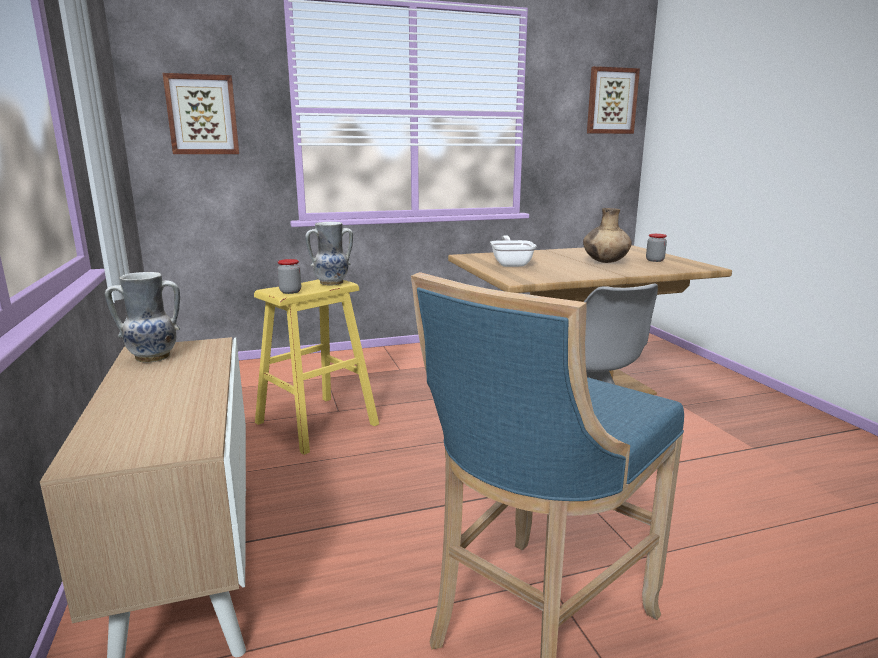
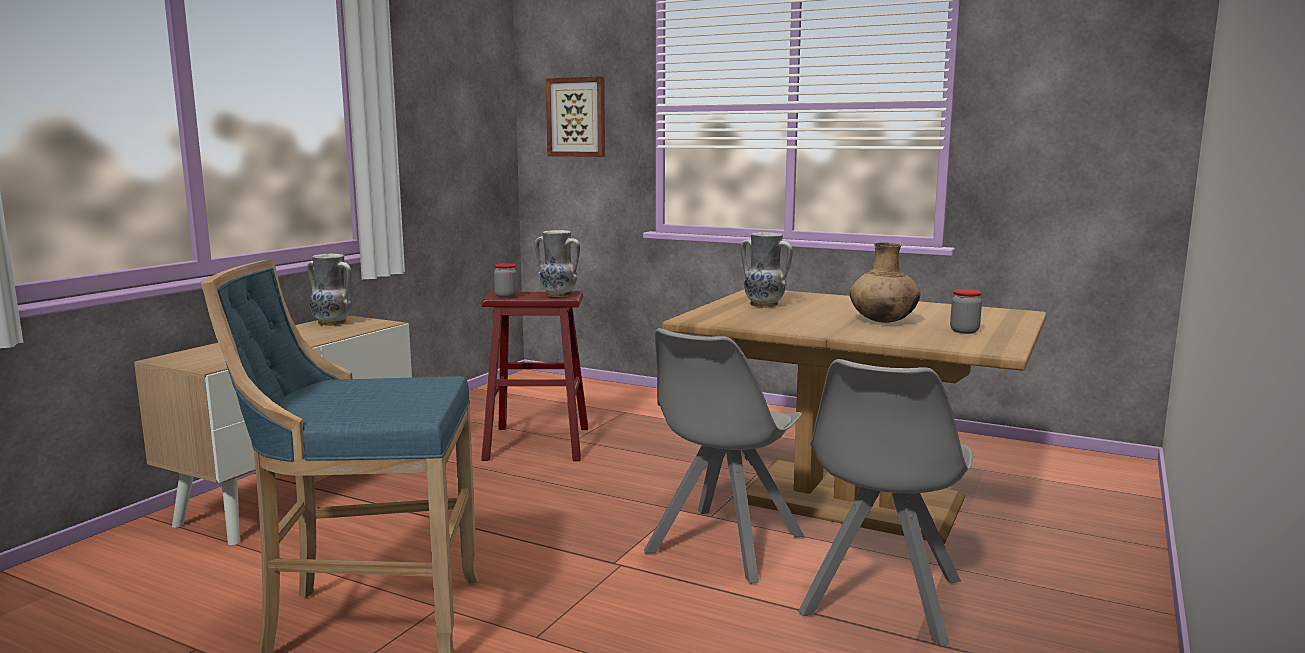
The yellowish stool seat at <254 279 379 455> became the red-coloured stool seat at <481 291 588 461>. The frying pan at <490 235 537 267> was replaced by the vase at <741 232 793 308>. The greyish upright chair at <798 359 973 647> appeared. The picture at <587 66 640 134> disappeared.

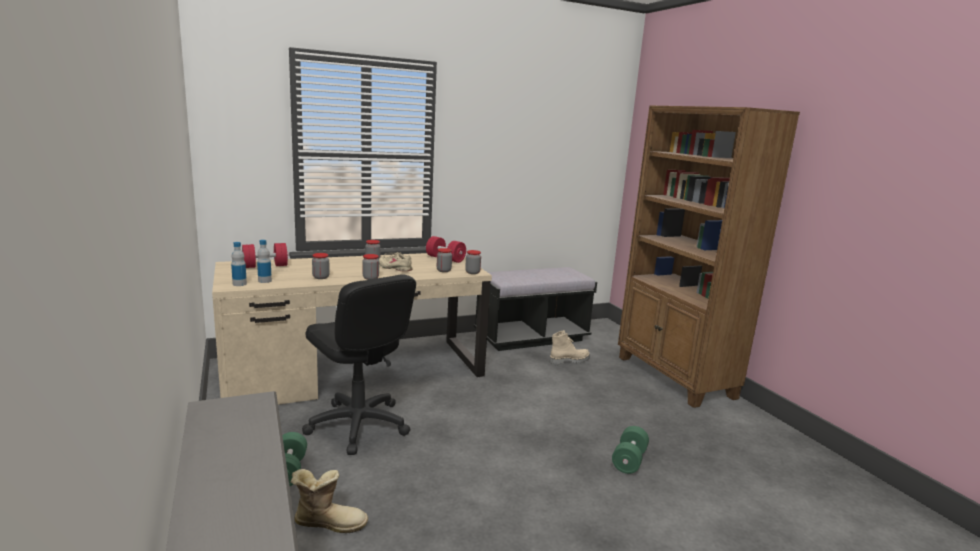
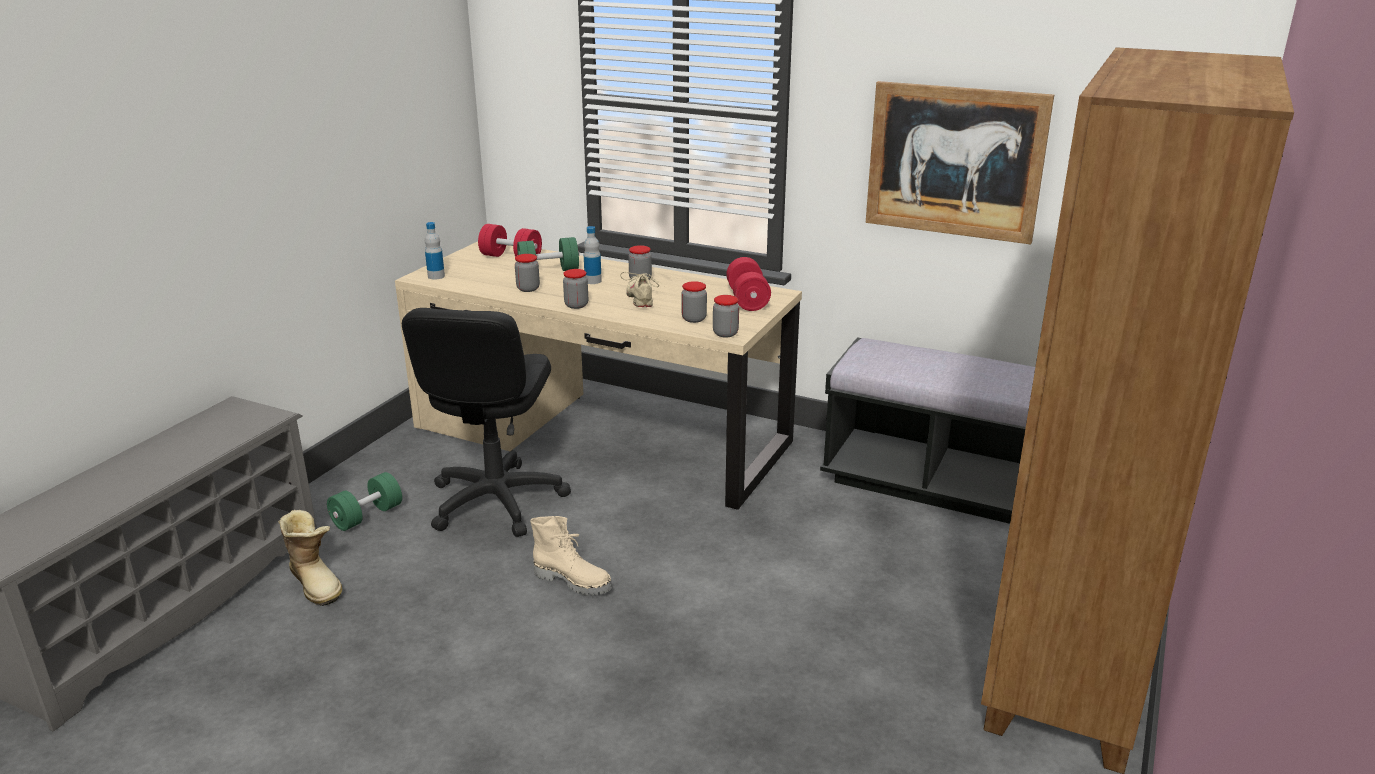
The green free weight moved from <612 426 649 474> to <517 237 579 271>. The beige high-top boot moved from <550 330 590 365> to <530 516 613 596>. The beverage bottle moved from <257 240 272 283> to <584 226 602 284>. The picture at <866 81 1054 244> appeared.

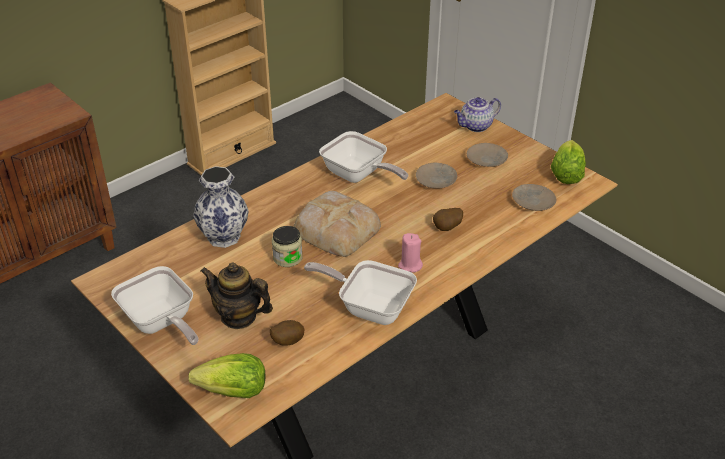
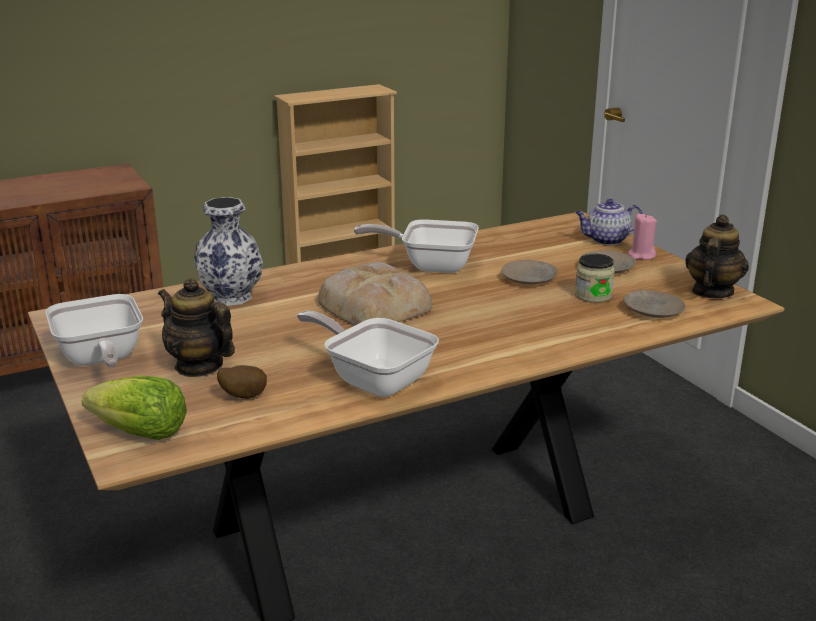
The frying pan at <319 131 408 183> turned 135 degrees clockwise. The storage jar moved from <272 226 303 267> to <575 254 615 303>. The pink wax candle moved from <398 233 423 273> to <628 213 657 260>. The lettuce head at <551 140 586 184> was replaced by the tea pot at <685 214 749 298>. The spud at <433 208 463 231> disappeared.

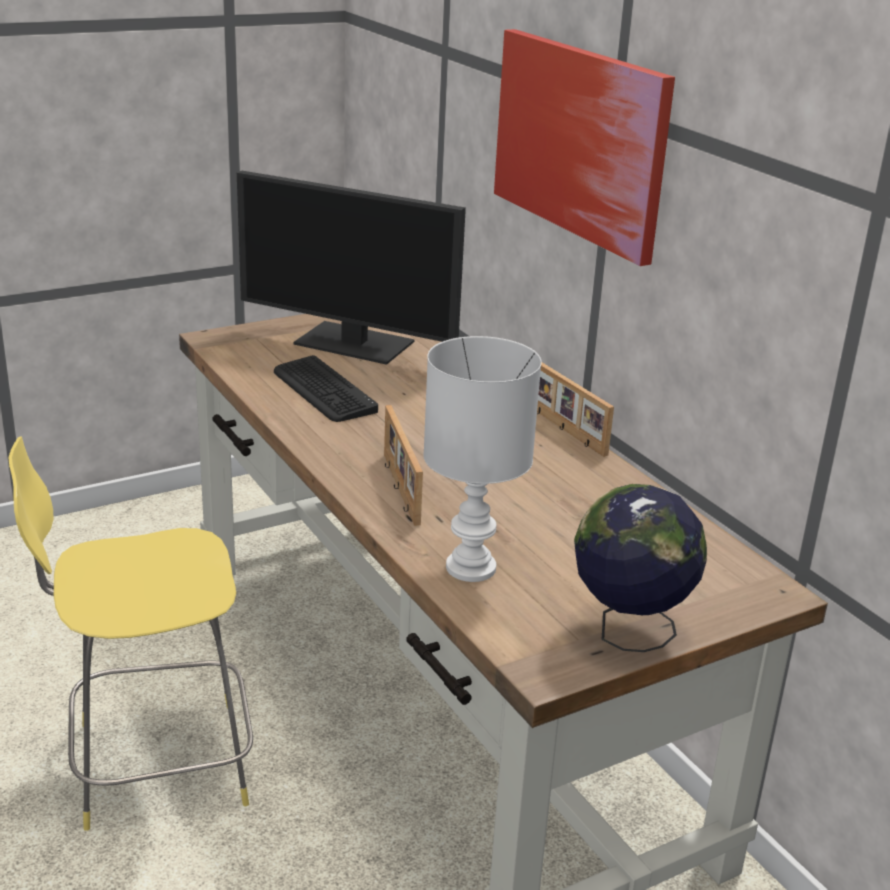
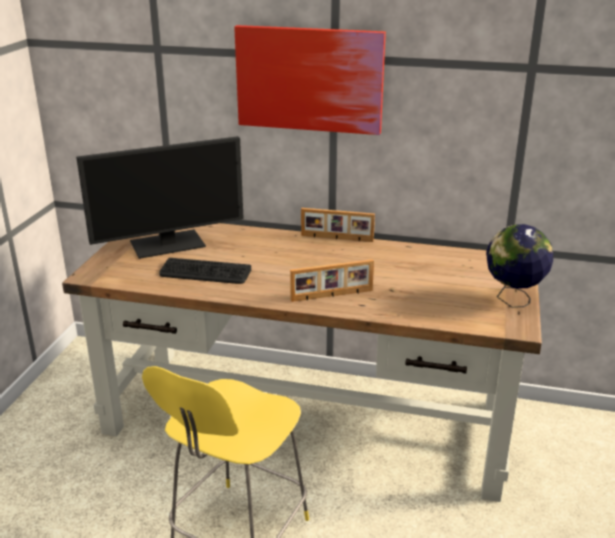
The photo frame at <384 405 423 526> turned 45 degrees counterclockwise. The whitish lamp for a table at <423 336 542 582> disappeared.

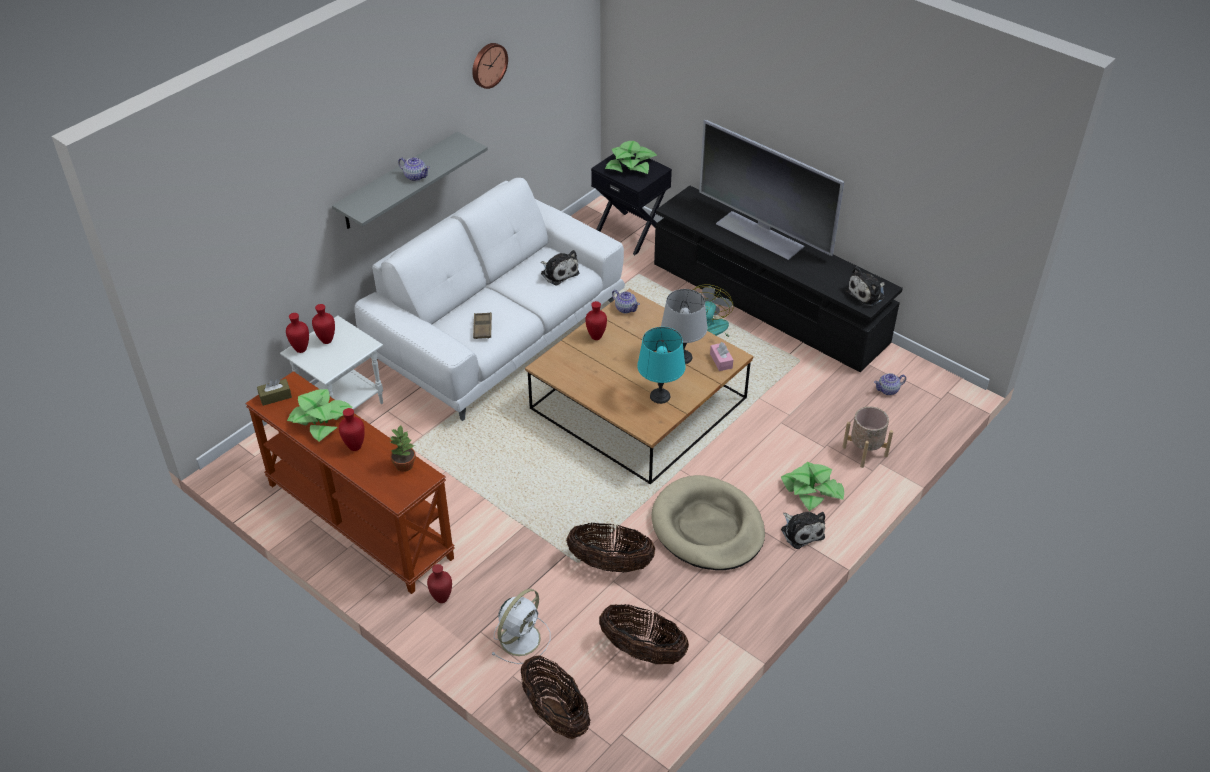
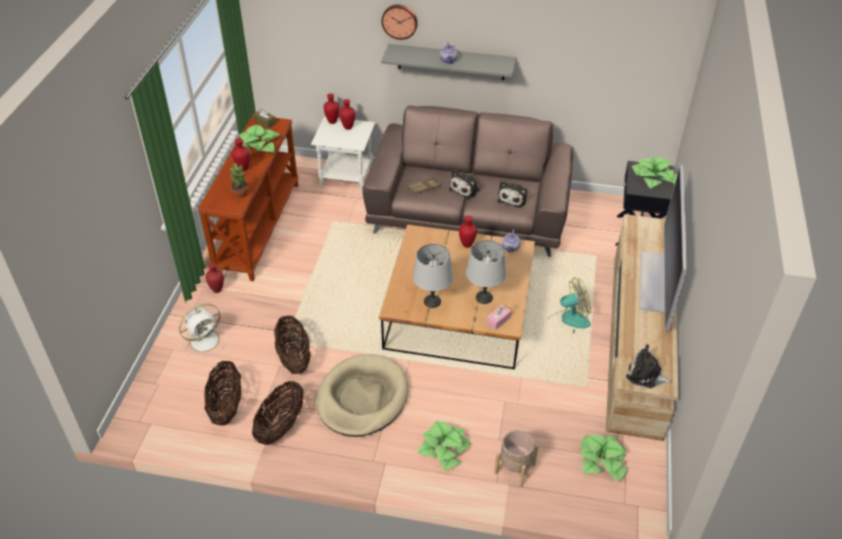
The whitish electric fan at <491 589 550 664> turned 45 degrees counterclockwise. The household basket moved from <521 655 590 739> to <252 381 303 445>. The whitish settee at <355 178 625 421> became the brown settee at <363 105 573 257>. The clock on the wall moved from <472 43 508 89> to <381 5 418 40>. The turquoise lamp for a table at <637 327 686 404> became the greyish lamp for a table at <413 244 453 308>. The soft toy moved from <781 512 825 549> to <449 170 480 199>. The tea pot at <874 373 906 395> was replaced by the potted plant at <580 435 628 482>. The blackish media console at <654 186 903 372> became the beige media console at <606 214 678 441>.

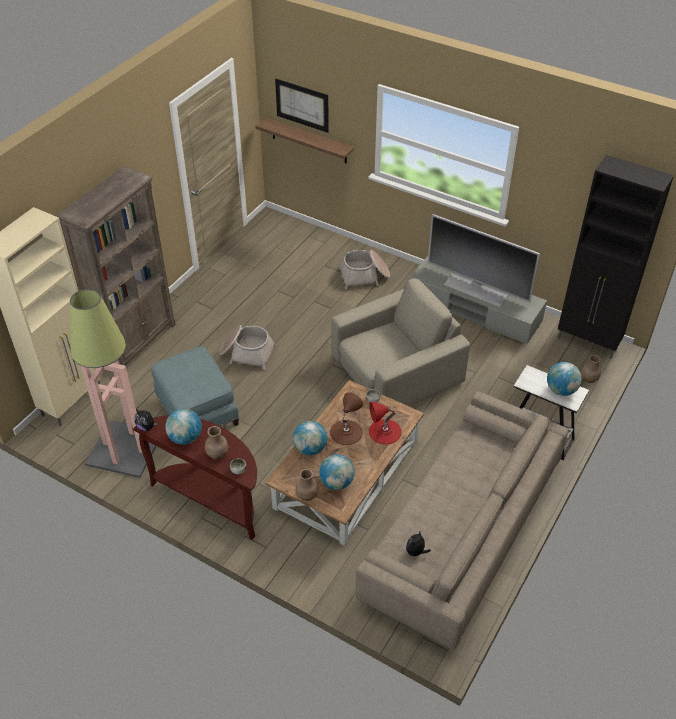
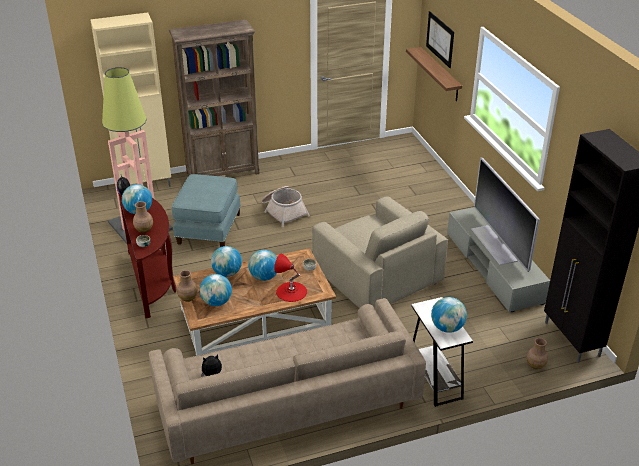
The brown lamp for a table at <330 392 363 445> was replaced by the world globe at <248 250 277 281>. The beige easy chair at <331 279 470 406> turned 45 degrees clockwise. The household basket at <339 250 390 289> disappeared.

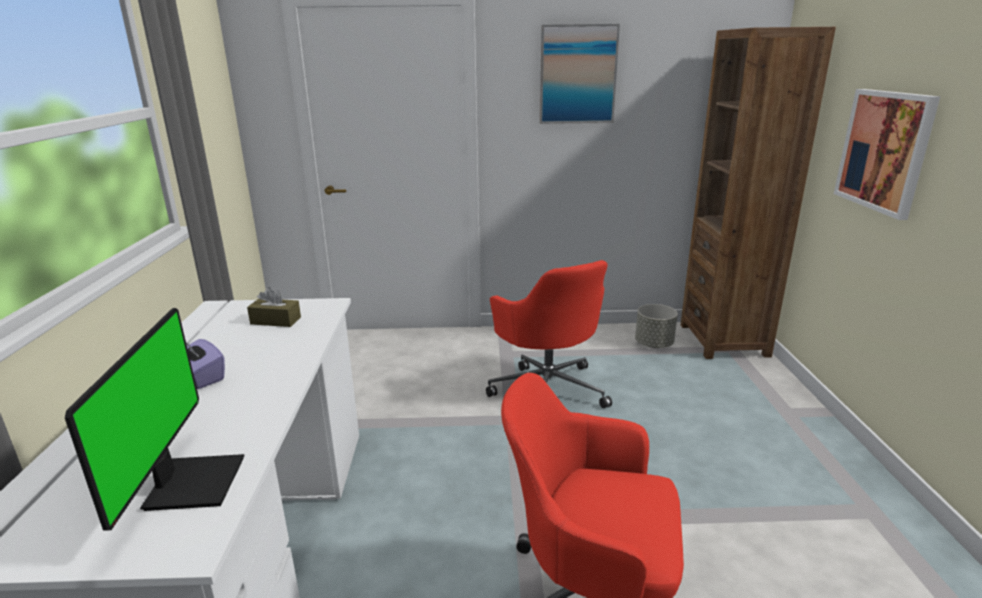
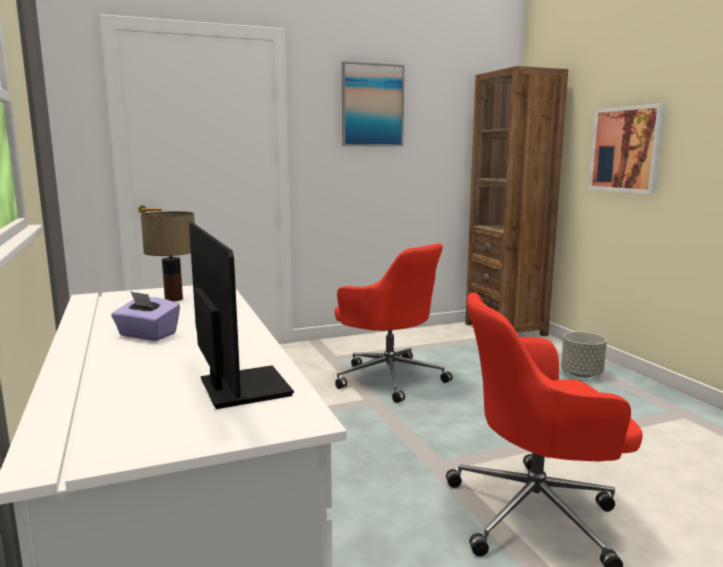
The brown tissue box at <247 287 301 327> was replaced by the lamp for a table at <141 211 195 302>. The greyish flower pot moved from <635 304 678 348> to <561 332 607 377>.

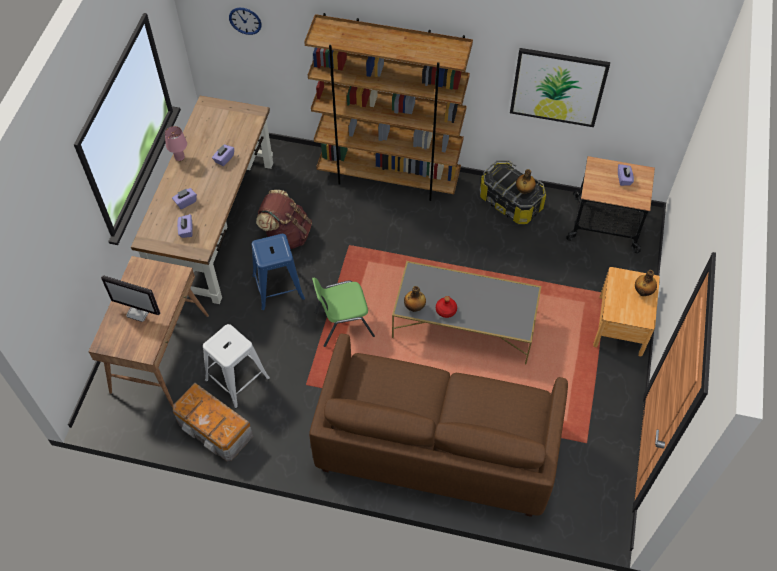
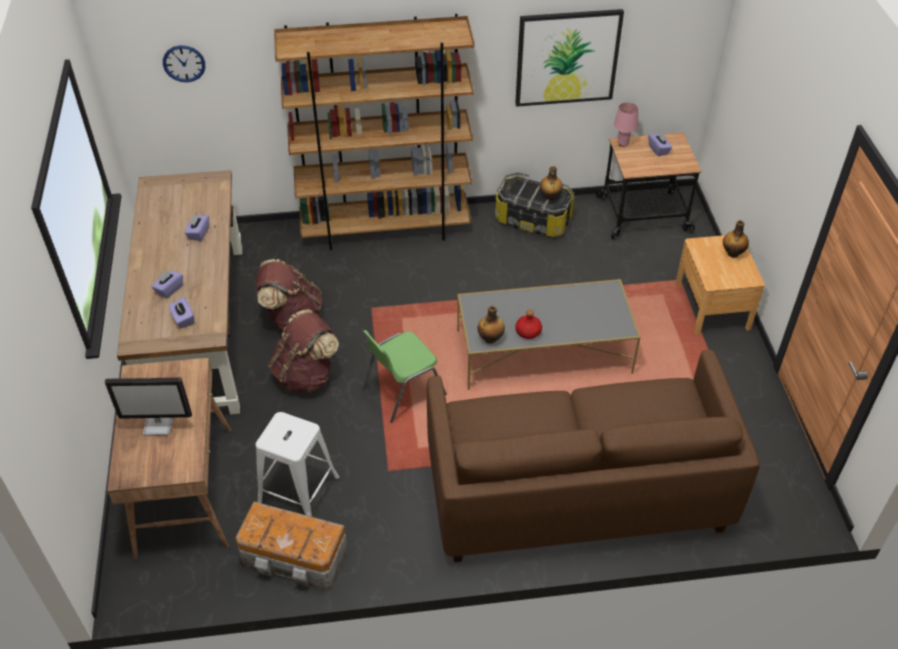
The bluish stool seat at <252 234 305 311> was replaced by the brown rucksack at <268 309 339 393>. The pink lamp for a table moved from <165 126 187 161> to <614 103 638 147>.

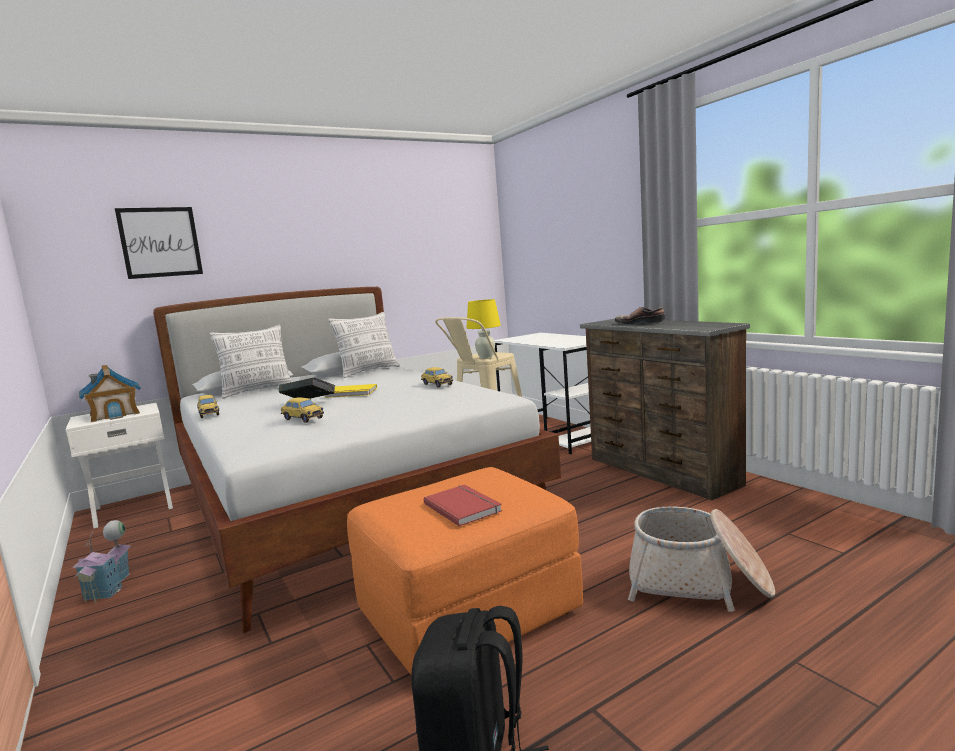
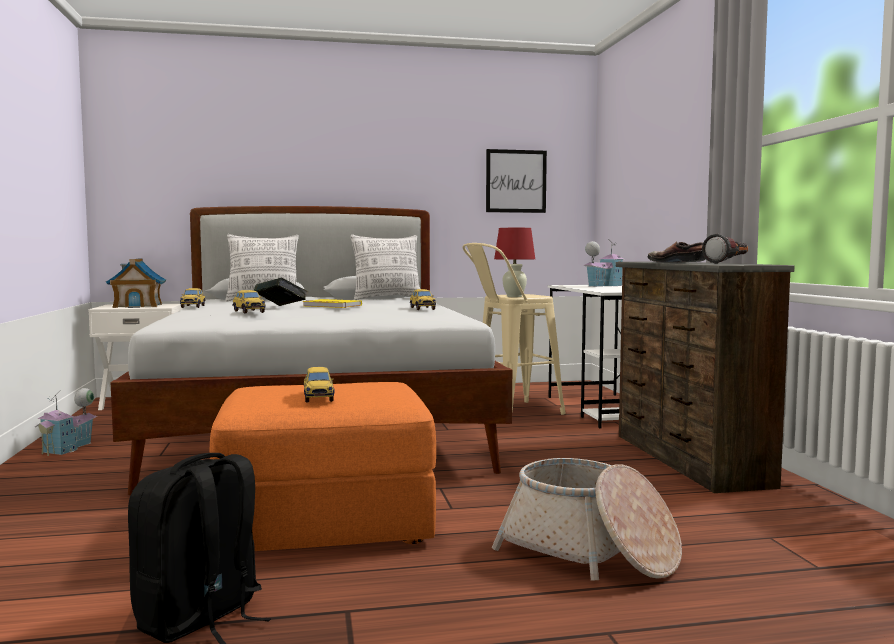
The red-coloured bound book at <423 485 502 526> was replaced by the miniature car at <304 367 335 403>. The picture moved from <115 207 203 279> to <486 149 547 213>. The yellowish lamp for a table at <467 299 501 359> became the red-coloured lamp for a table at <494 228 535 297>. The miniature house at <584 241 624 287> appeared. The hand torch at <702 234 748 264> appeared.

